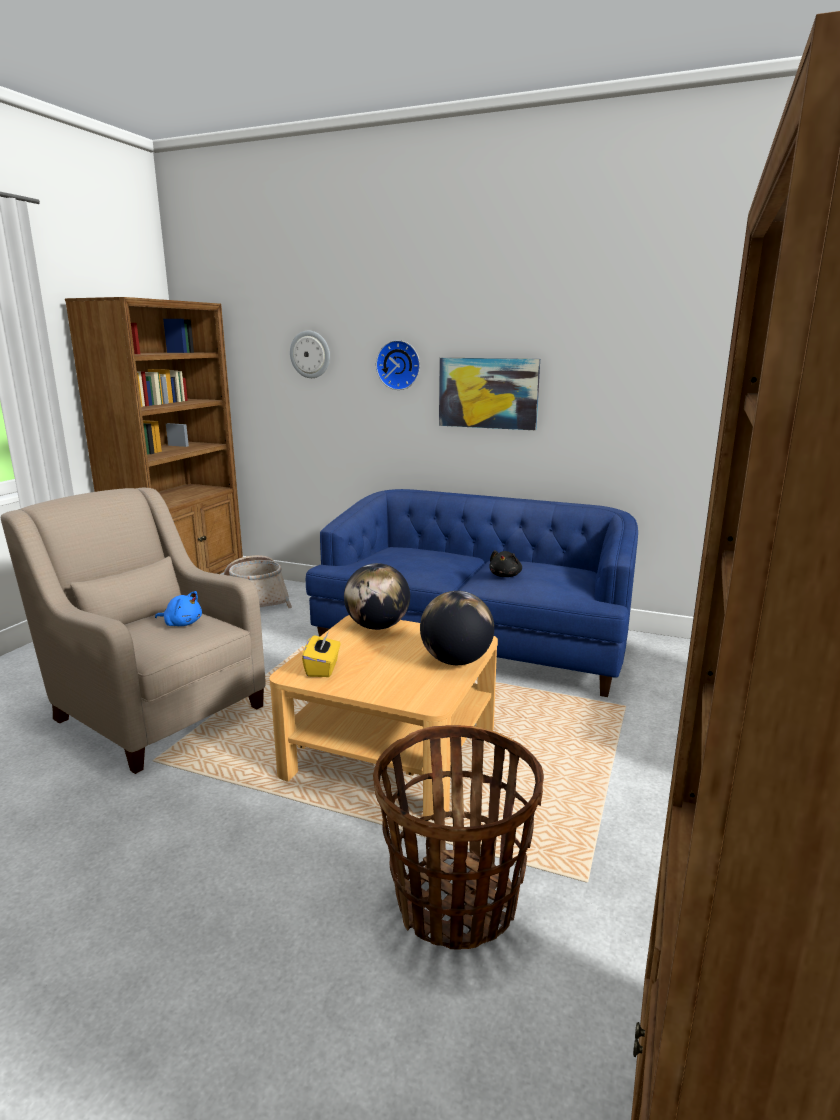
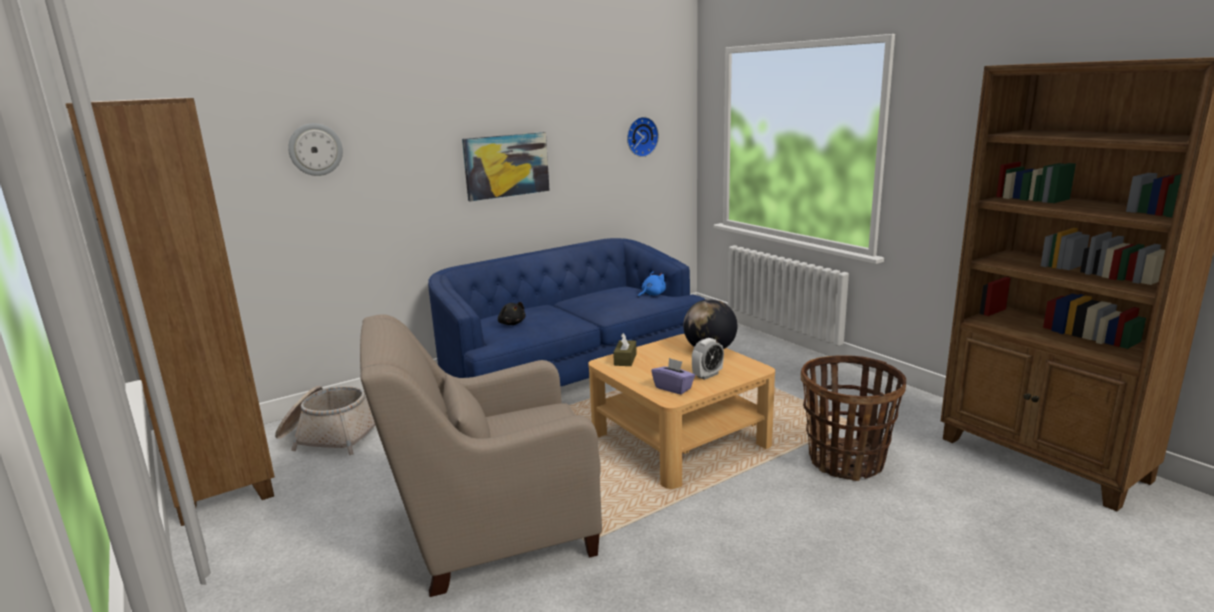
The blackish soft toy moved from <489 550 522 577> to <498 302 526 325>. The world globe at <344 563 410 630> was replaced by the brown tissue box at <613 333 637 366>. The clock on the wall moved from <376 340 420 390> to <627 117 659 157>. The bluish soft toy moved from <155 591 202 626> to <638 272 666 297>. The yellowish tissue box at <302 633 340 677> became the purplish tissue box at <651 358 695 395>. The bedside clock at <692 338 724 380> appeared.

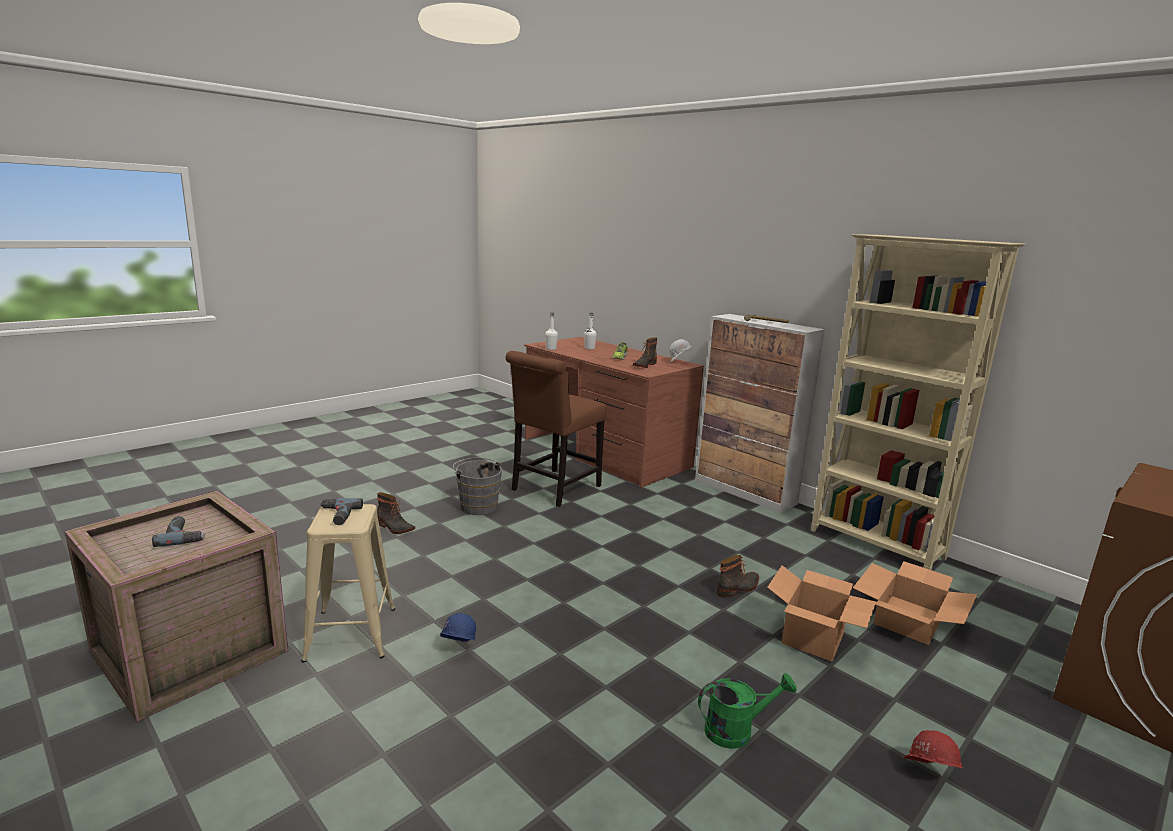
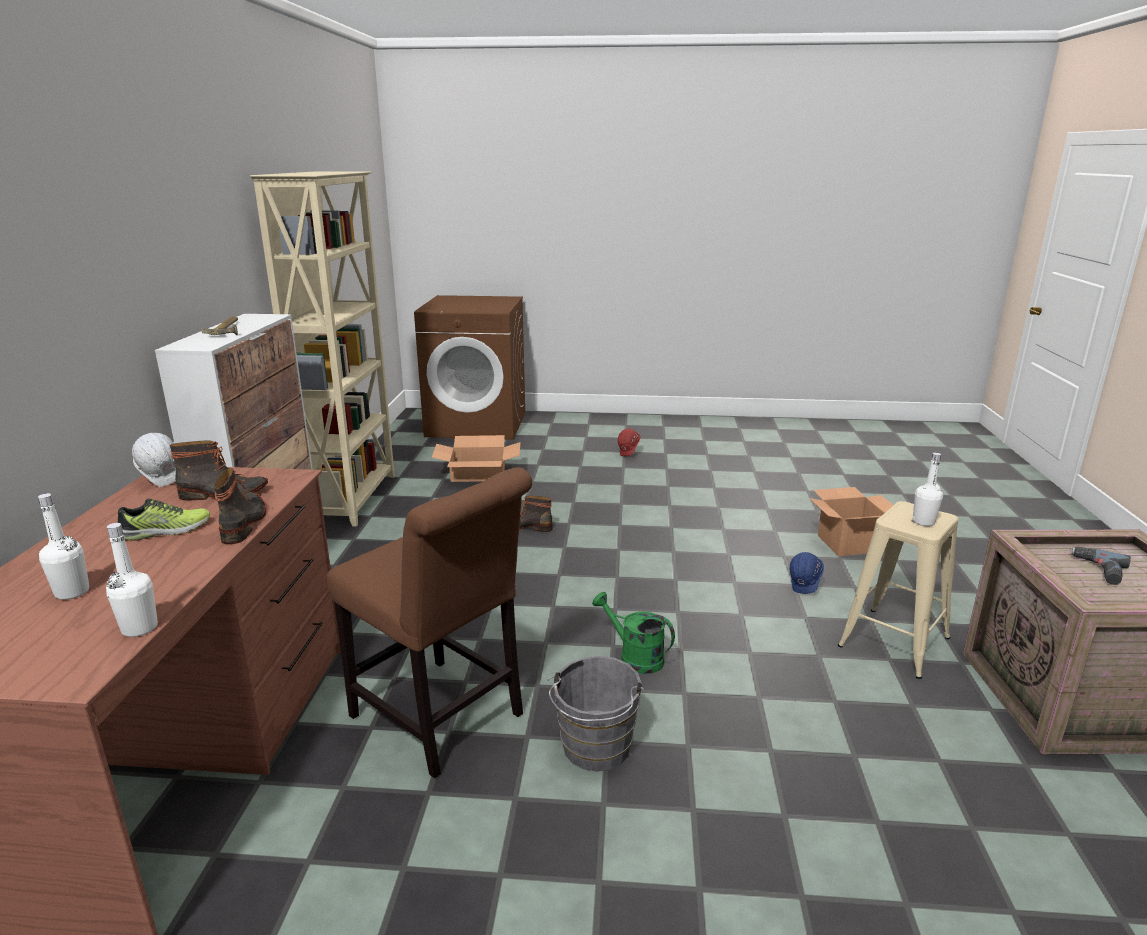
The high-top boot moved from <377 492 415 534> to <214 468 266 544>. The brown upright chair at <506 351 607 507> turned 45 degrees clockwise. The green watering can moved from <698 673 797 749> to <592 592 675 674>. The packing box moved from <767 565 876 661> to <809 487 893 556>. The power drill at <320 498 363 525> was replaced by the whitish beverage bottle at <913 452 943 526>.

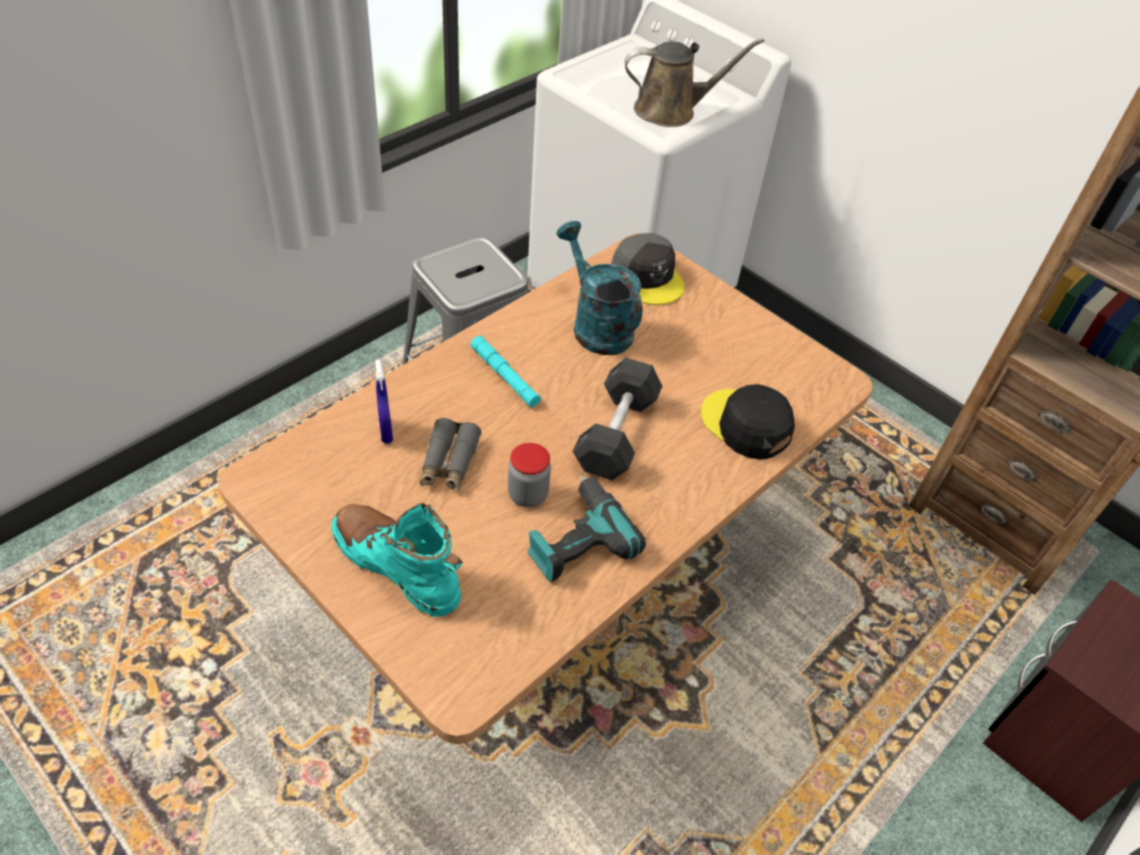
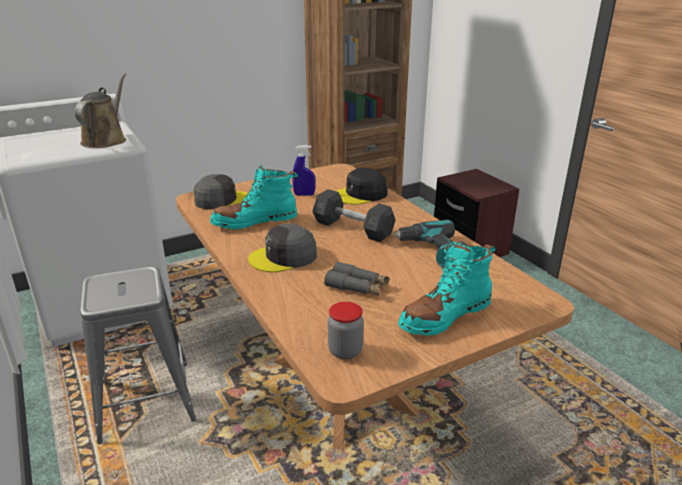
The turquoise watering can at <557 221 642 355> was replaced by the turquoise high-top boot at <210 164 298 229>. The turquoise hand torch at <471 336 541 407> was replaced by the greyish cap at <248 223 317 272>. The bluish spray bottle moved from <376 360 393 444> to <292 145 315 196>. The storage jar moved from <508 443 551 507> to <328 302 363 360>.

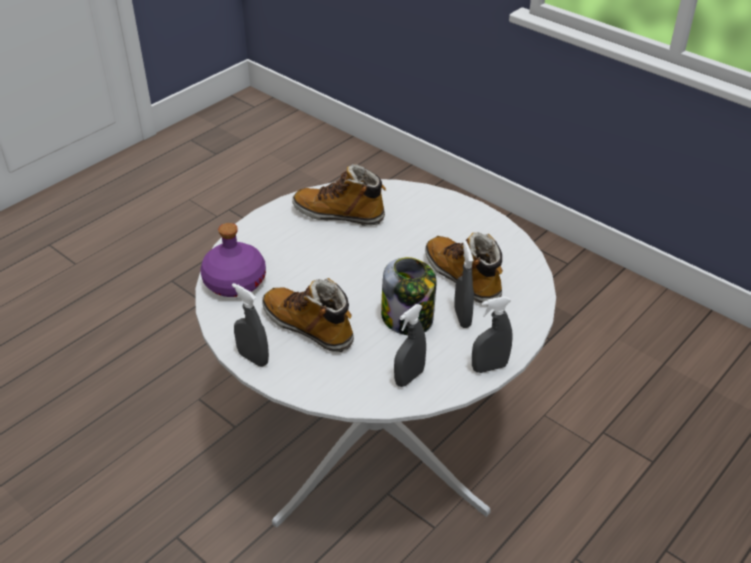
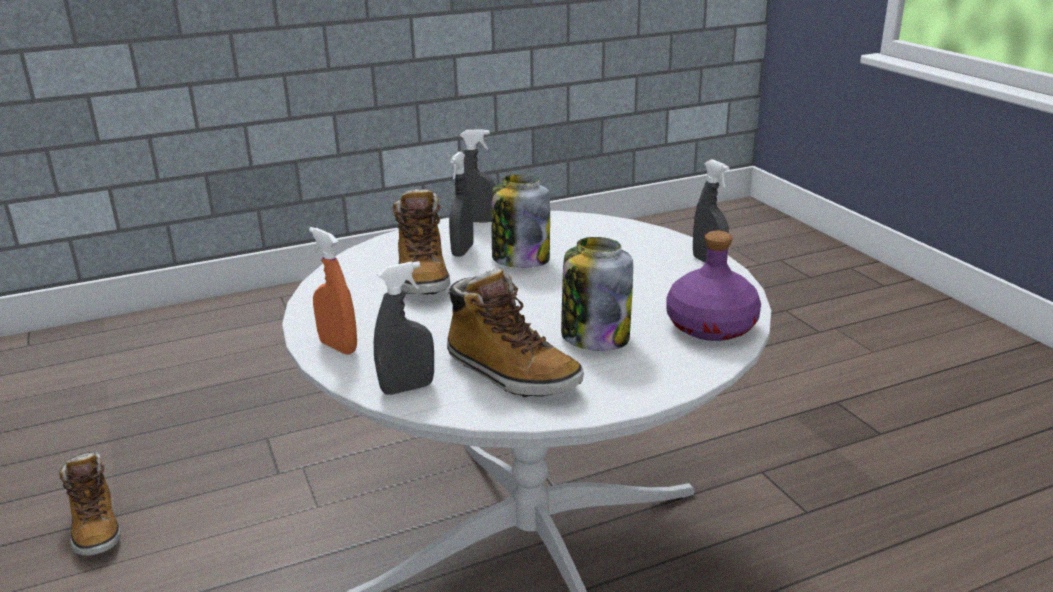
The high-top boot moved from <262 278 354 352> to <59 452 121 556>. The orange-coloured spray bottle at <309 227 357 355> appeared. The greyish spray bottle moved from <394 304 426 387> to <374 261 434 395>. The storage jar at <561 237 633 351> appeared.

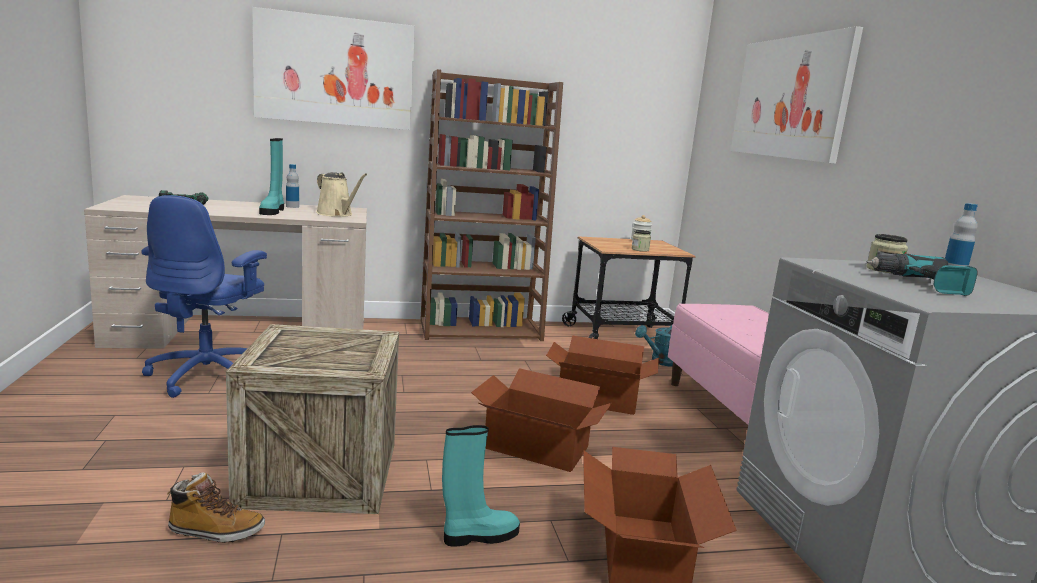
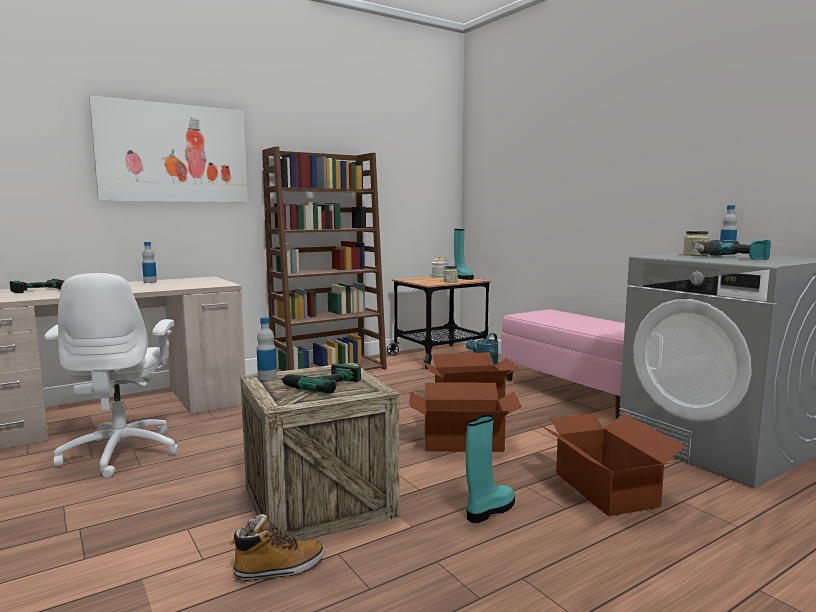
The bluish computer chair at <141 195 267 398> became the whitish computer chair at <44 273 179 478>. The beverage bottle at <257 317 277 380> appeared. The power drill at <272 363 361 393> appeared. The turquoise high-top boot moved from <259 138 284 215> to <454 229 474 280>. The beige watering can at <316 172 367 217> disappeared. The picture at <731 26 863 164> disappeared.

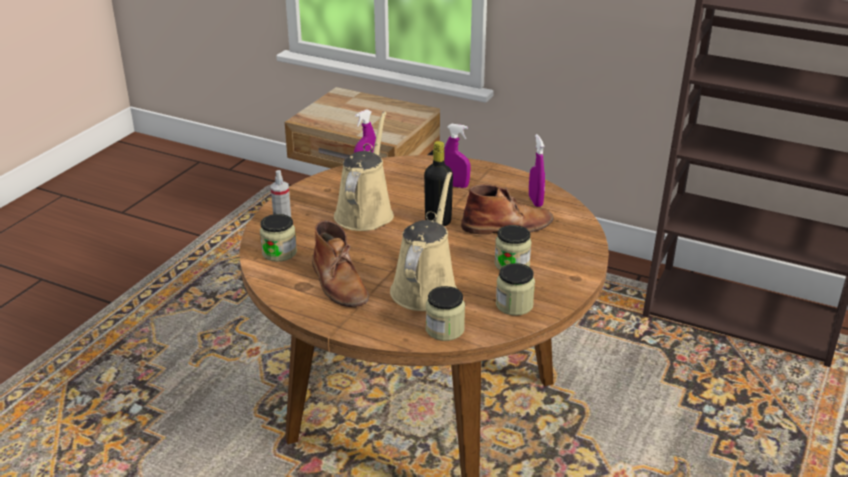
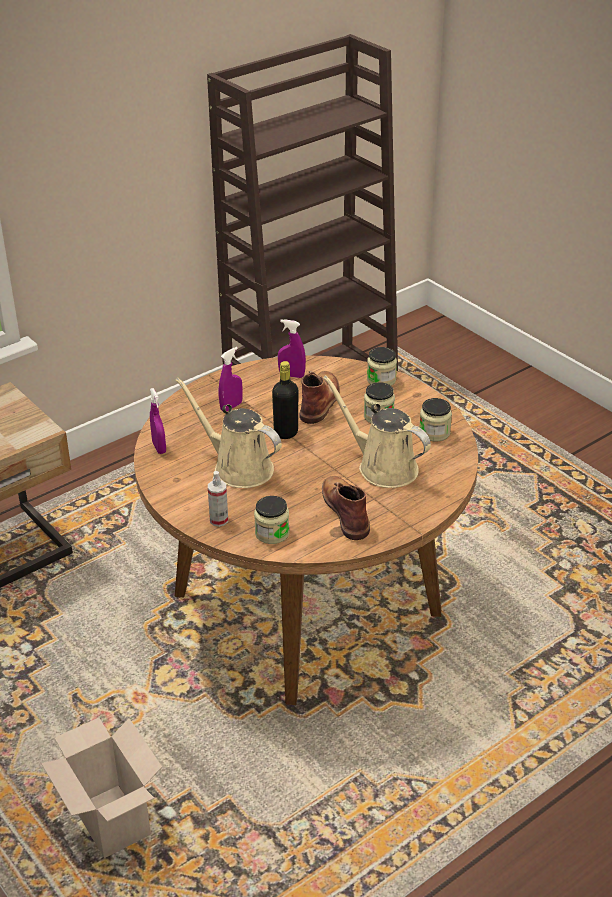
The packing box at <41 718 162 858> appeared. The brown high-top boot at <312 220 369 307> turned 105 degrees counterclockwise. The storage jar moved from <426 286 465 341> to <367 347 397 386>.

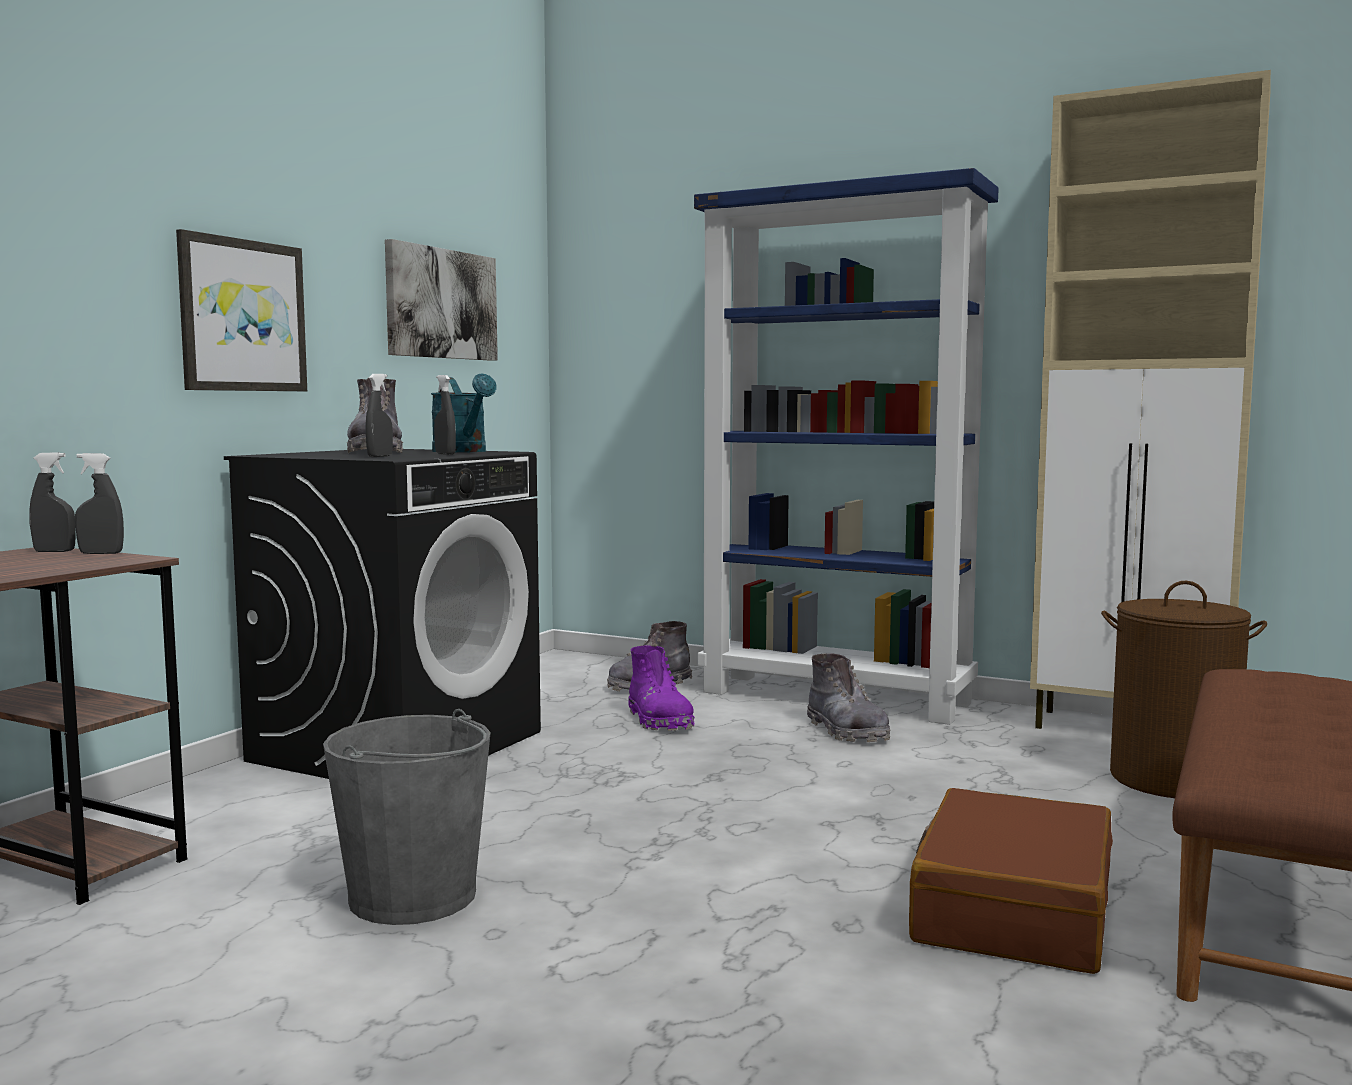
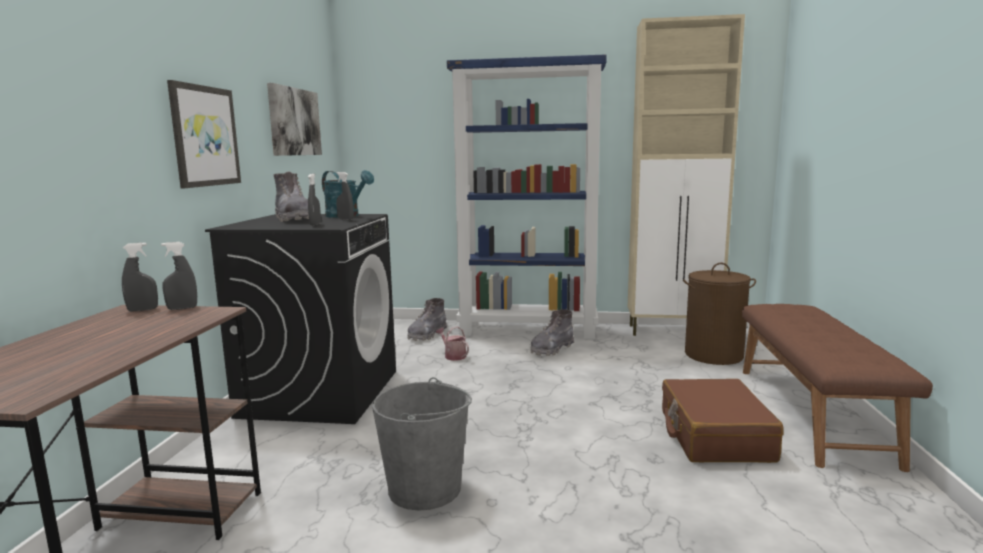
The purplish high-top boot at <628 645 695 731> was replaced by the watering can at <436 326 469 361>. The greyish high-top boot at <807 653 890 742> turned 90 degrees clockwise.

